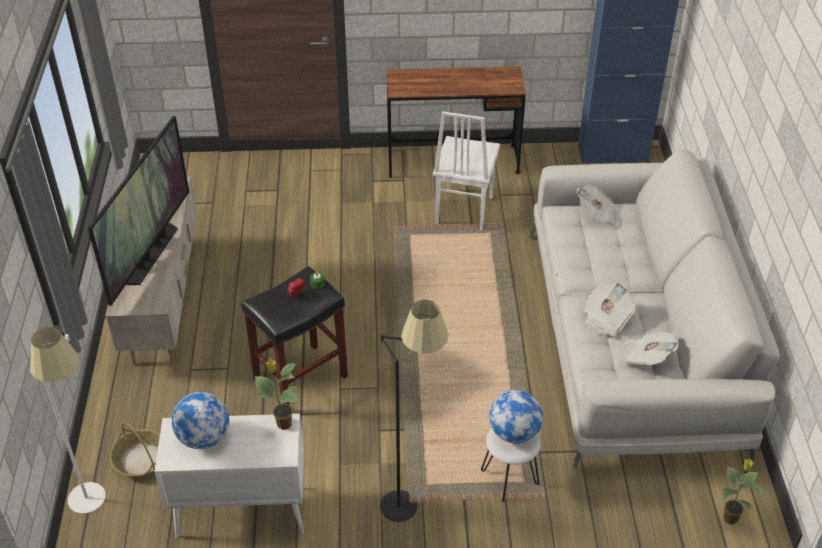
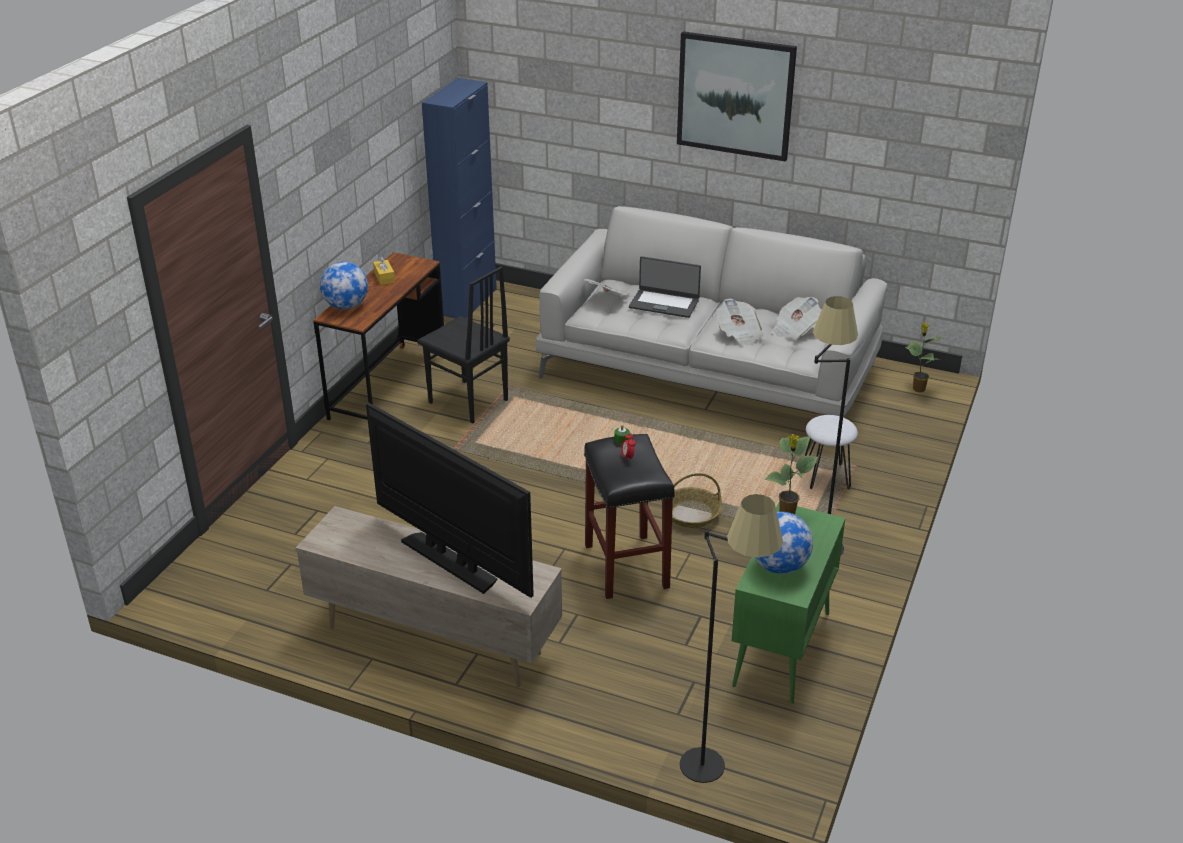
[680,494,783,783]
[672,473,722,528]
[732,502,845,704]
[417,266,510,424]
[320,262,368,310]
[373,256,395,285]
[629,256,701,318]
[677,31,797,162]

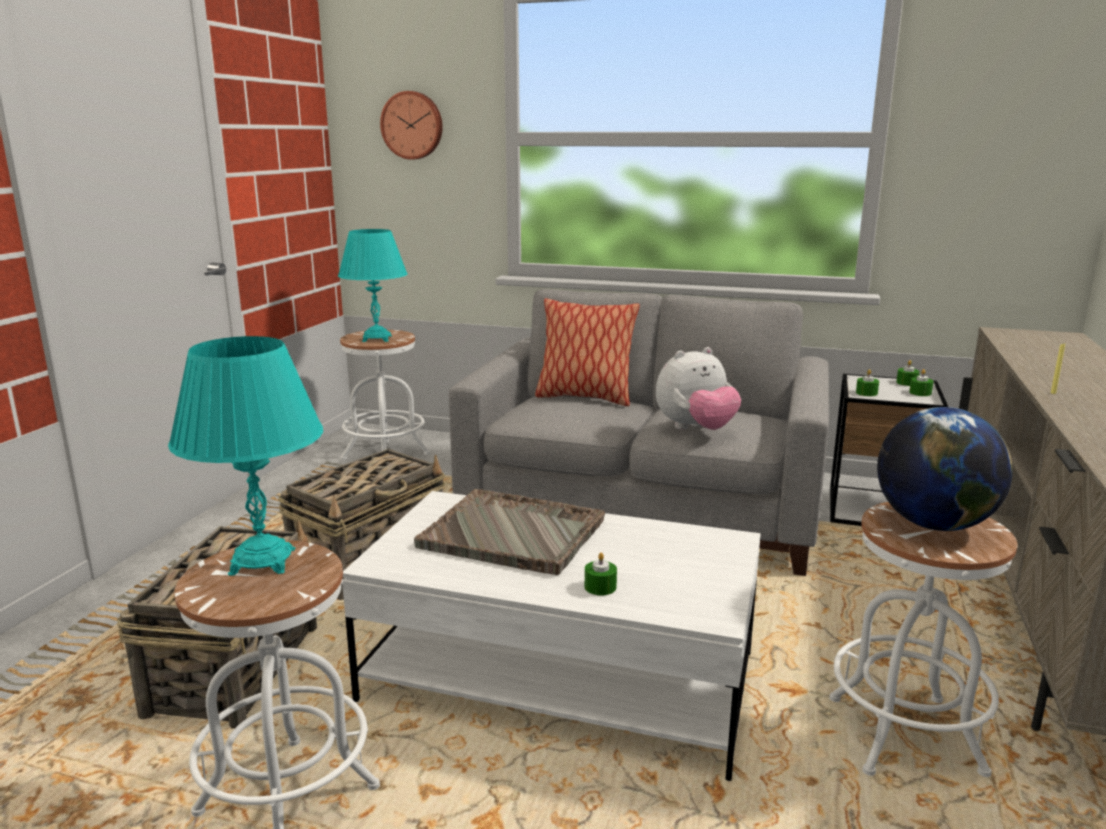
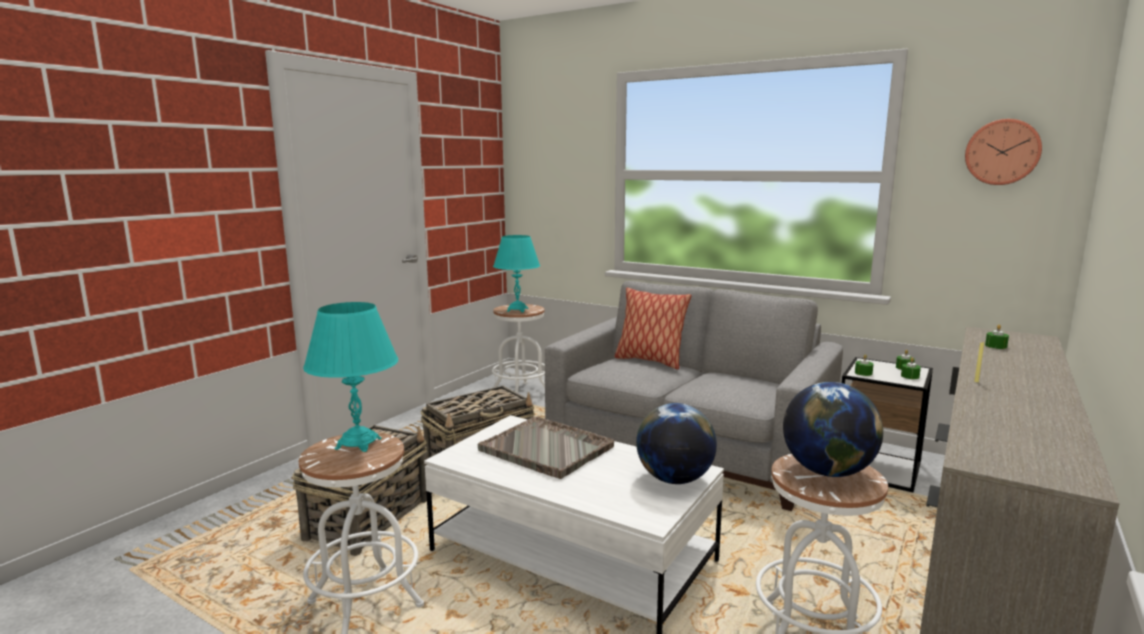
[965,119,1042,185]
[985,324,1009,349]
[656,347,741,430] (first image)
[636,403,717,484]

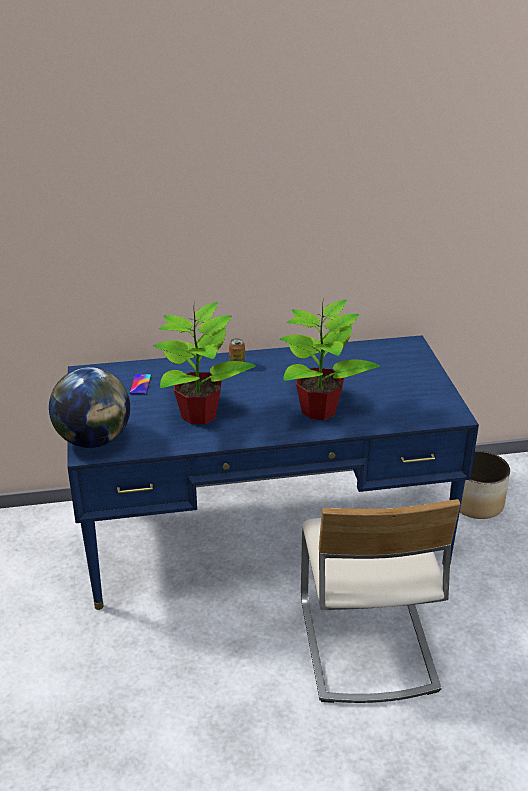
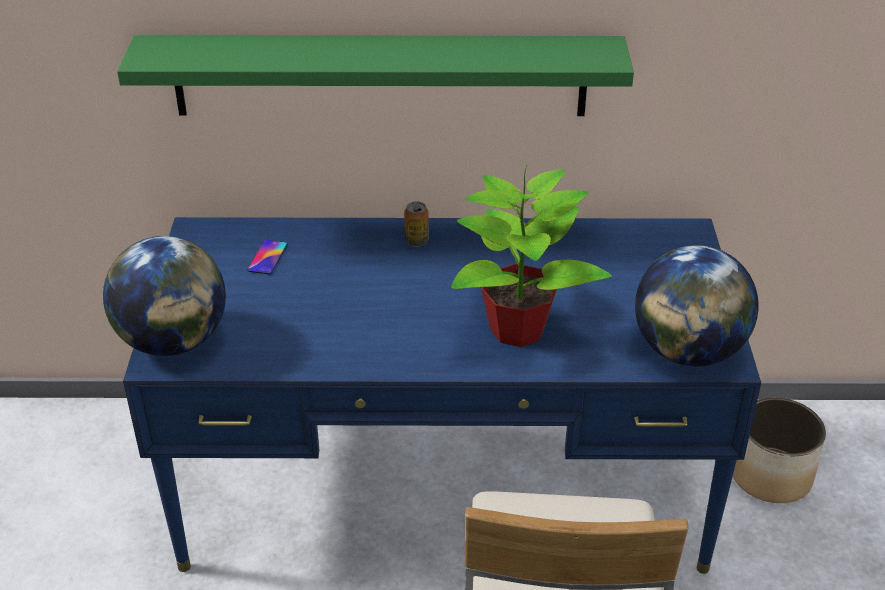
[153,302,256,424] (first image)
[117,35,634,116]
[635,245,758,366]

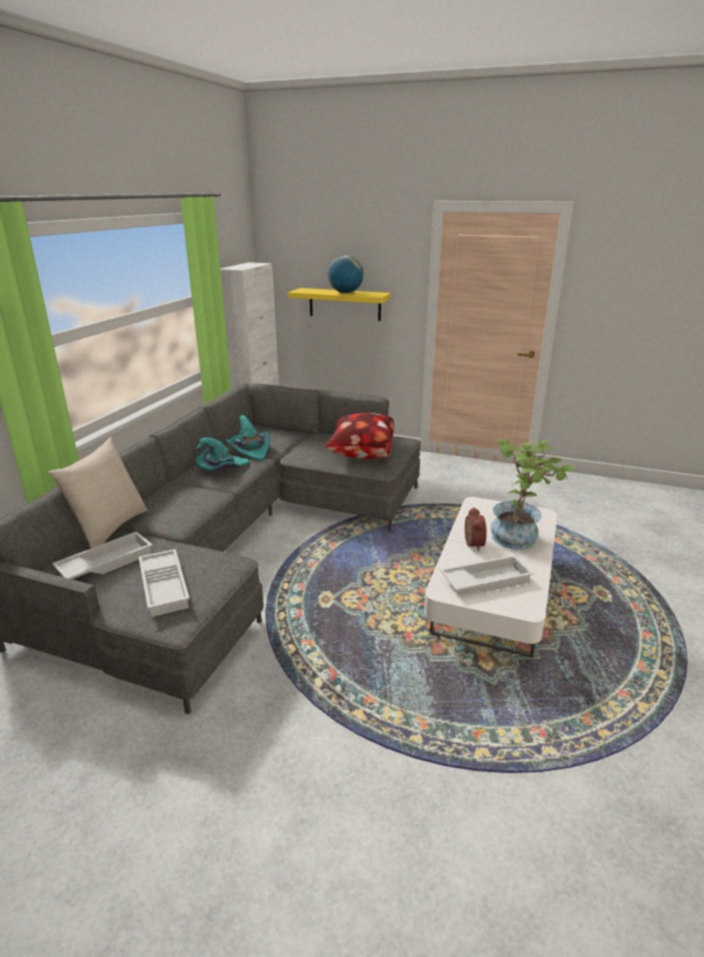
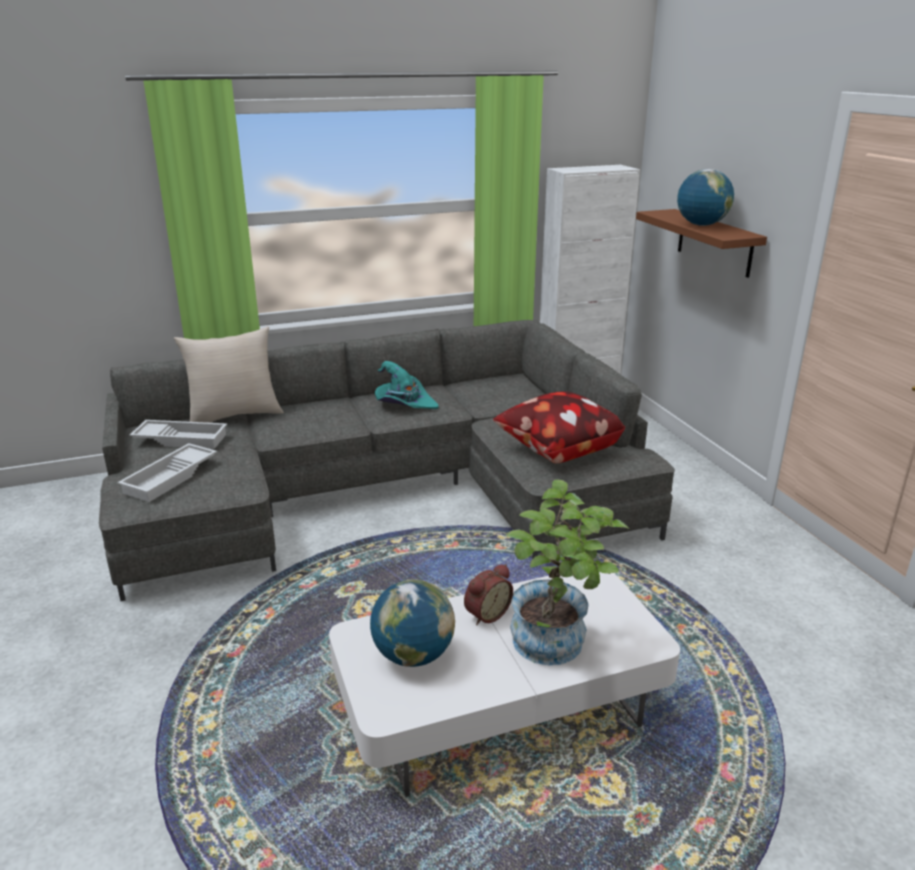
[226,415,270,460] (first image)
[636,209,767,278]
[370,579,455,667]

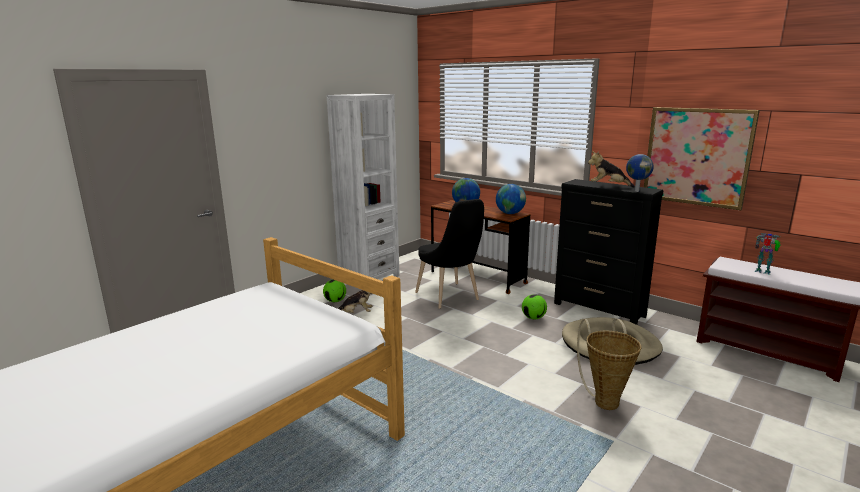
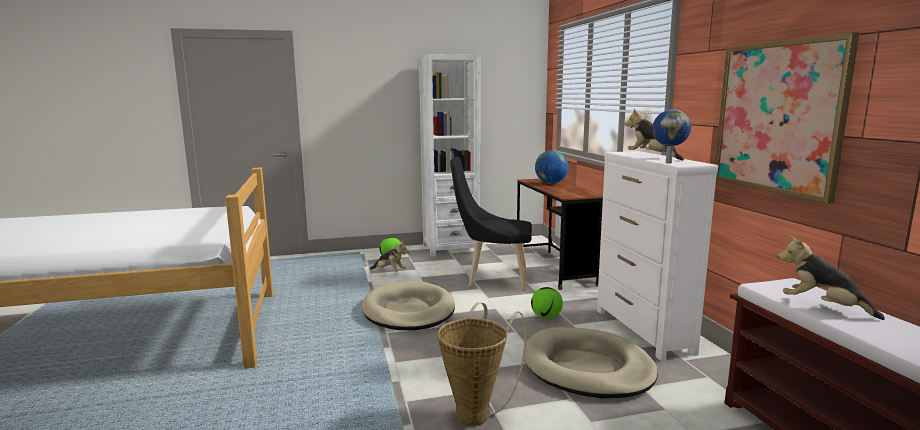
[450,156,532,290]
[496,184,526,214] (first image)
[597,151,718,361]
[778,235,885,320]
[362,281,455,330]

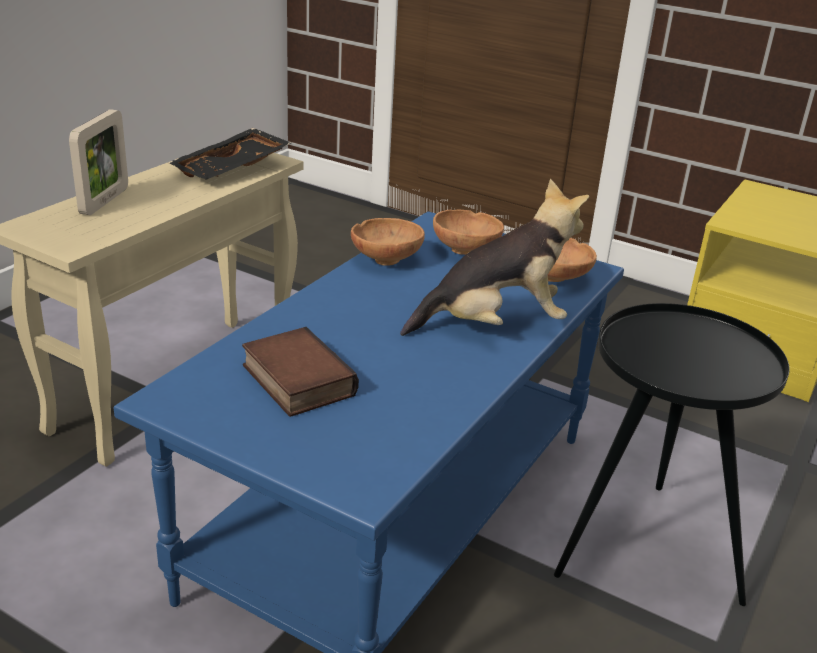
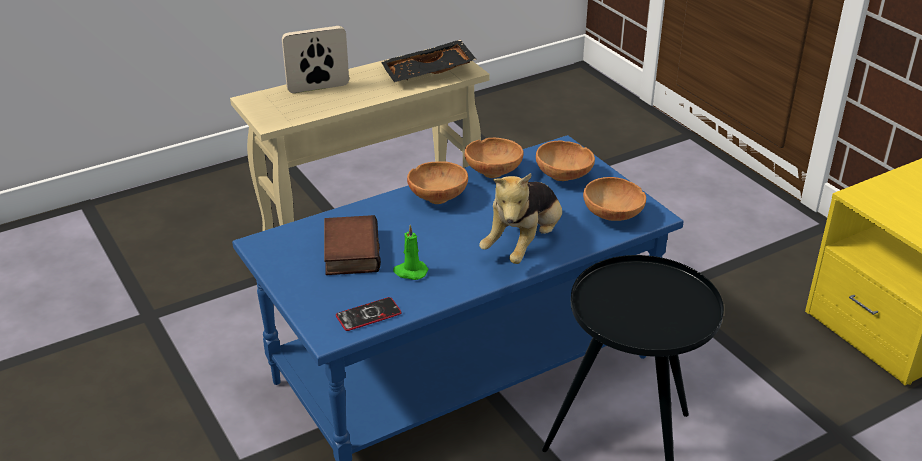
[282,26,349,93]
[479,173,562,264]
[336,297,402,331]
[393,225,428,280]
[407,161,468,204]

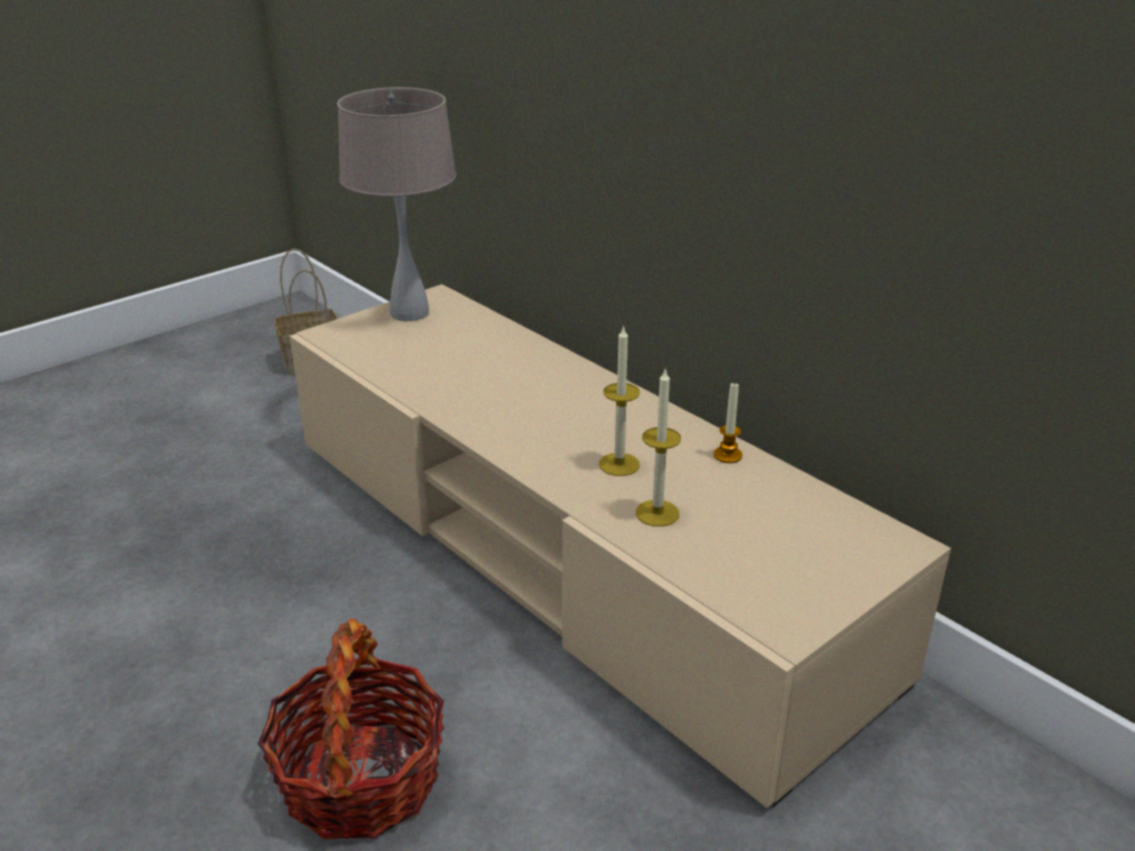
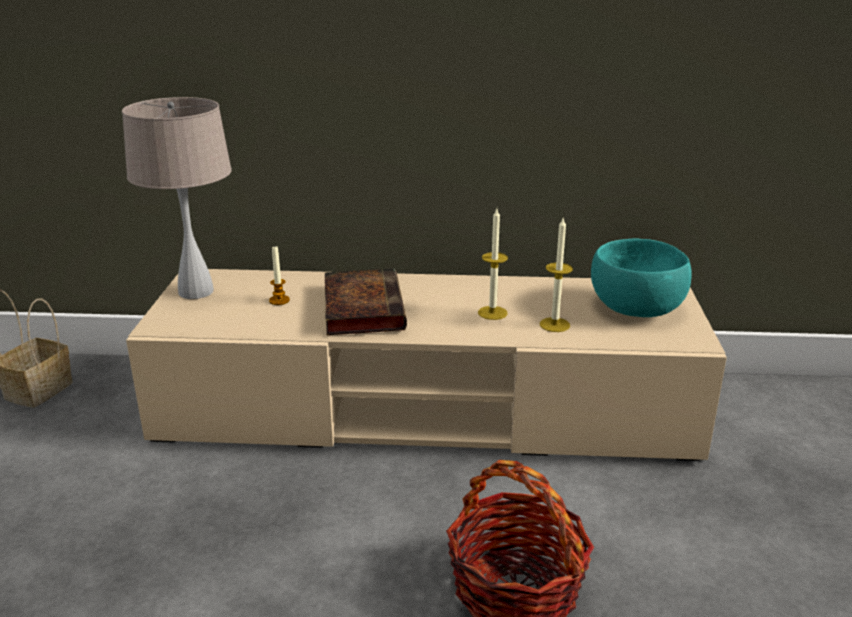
[269,245,290,305]
[325,268,407,335]
[591,239,691,317]

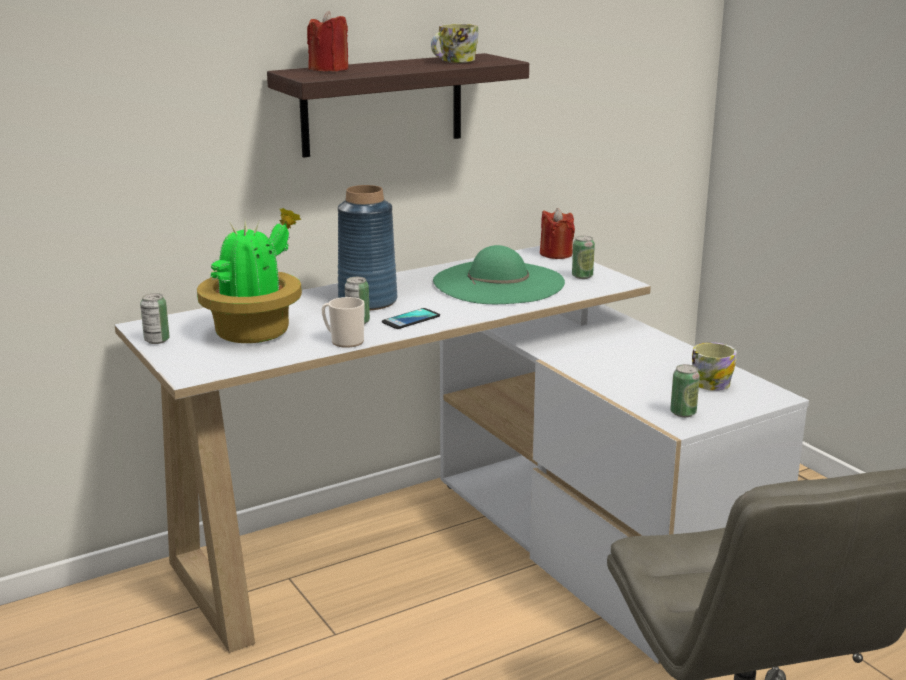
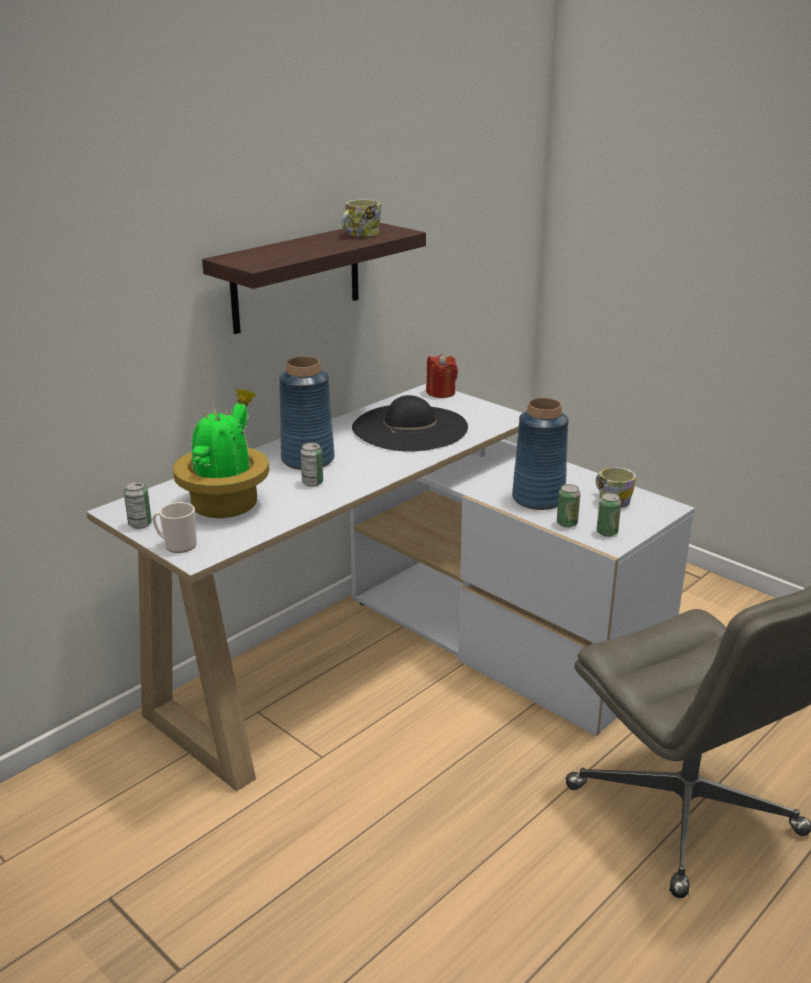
[307,11,349,71] (first image)
[152,502,197,553]
[382,308,440,329] (first image)
[352,395,468,452]
[557,484,580,528]
[512,398,569,510]

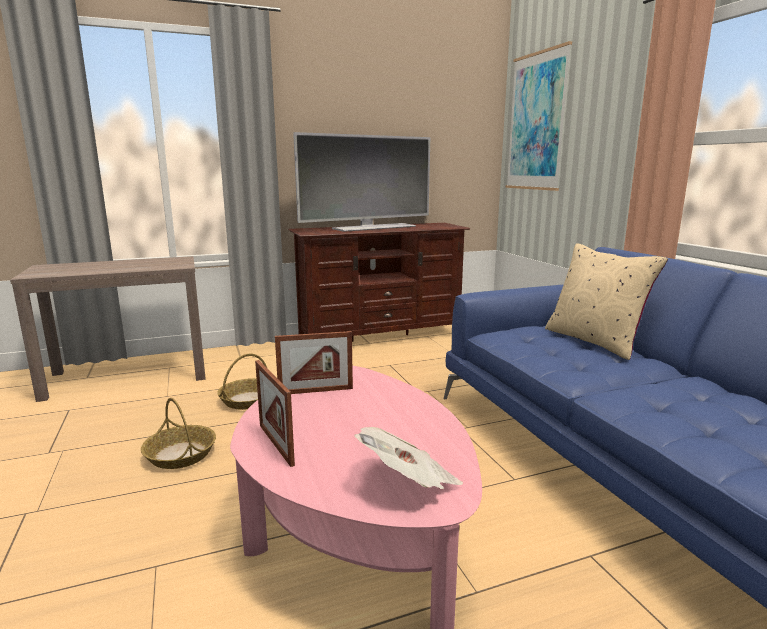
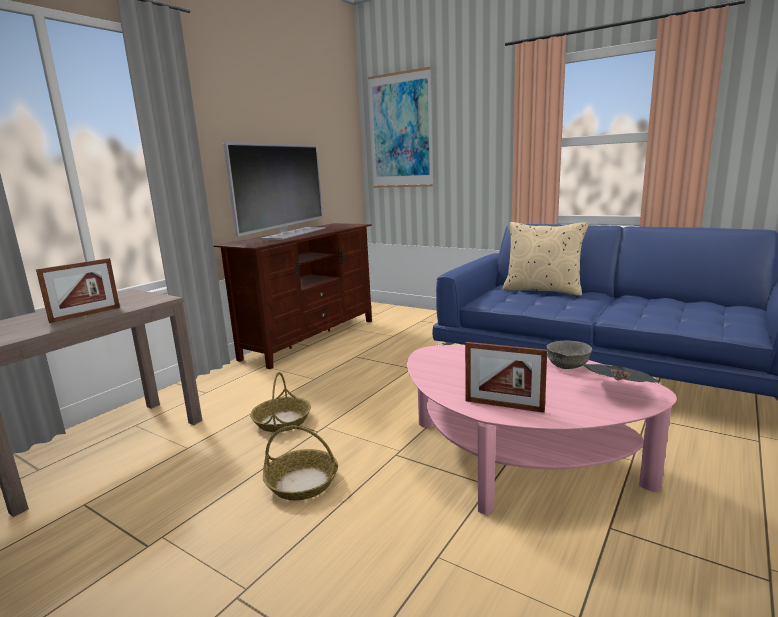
[36,258,120,323]
[547,341,592,369]

